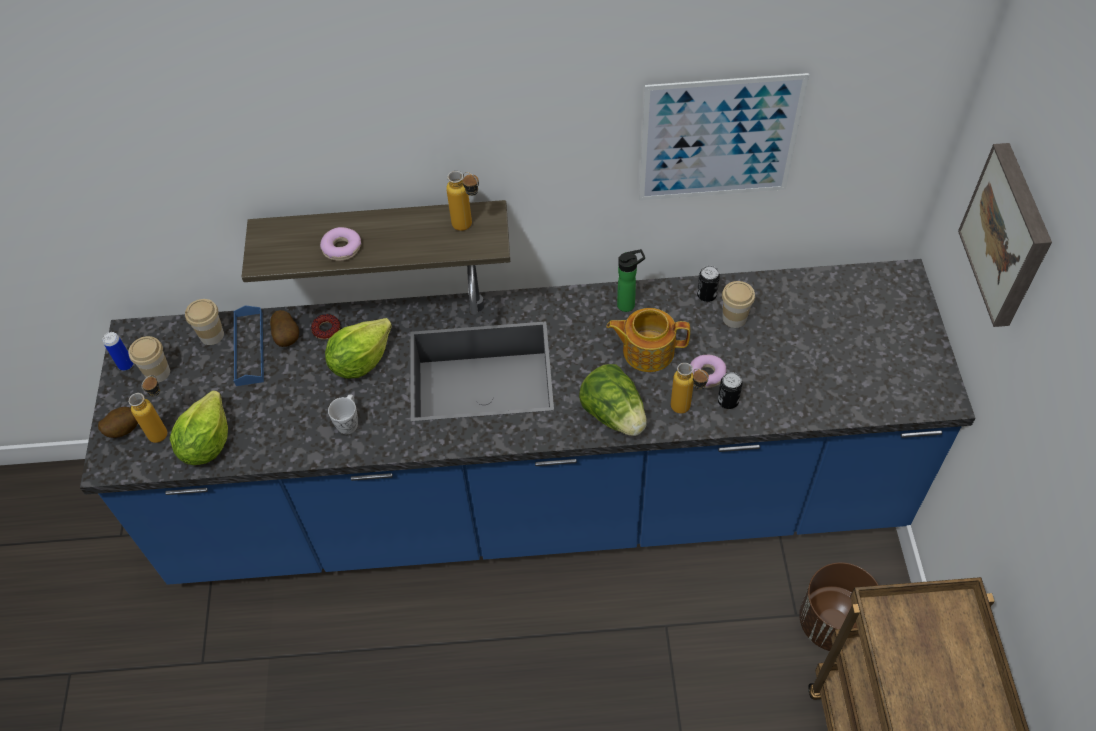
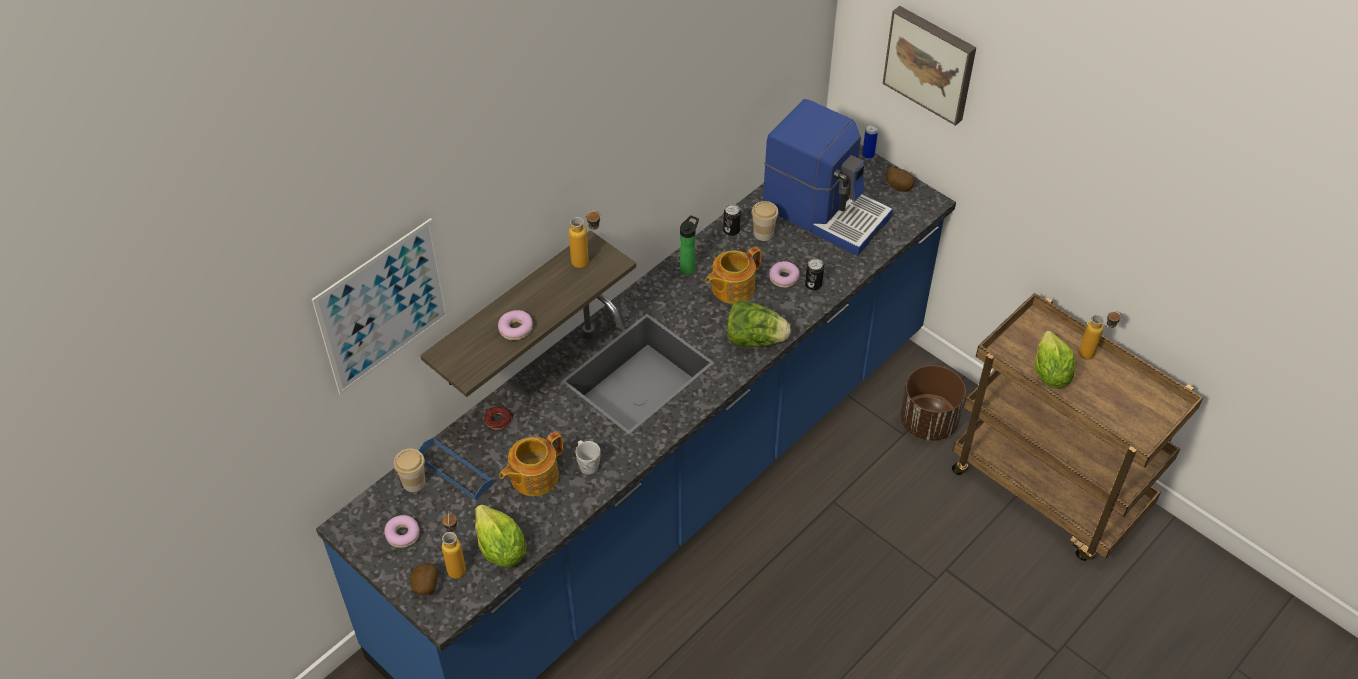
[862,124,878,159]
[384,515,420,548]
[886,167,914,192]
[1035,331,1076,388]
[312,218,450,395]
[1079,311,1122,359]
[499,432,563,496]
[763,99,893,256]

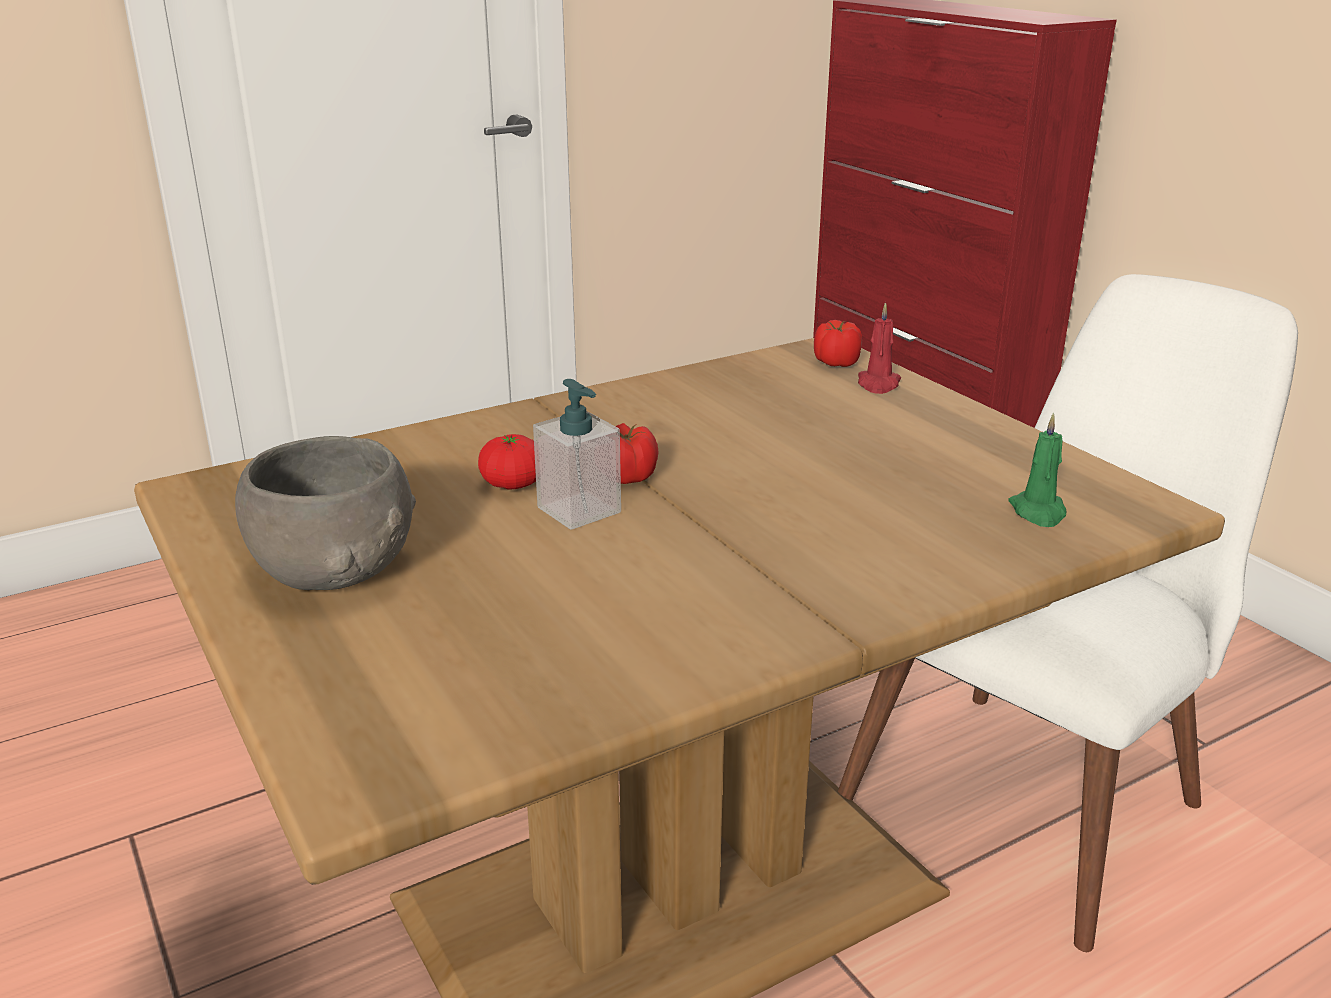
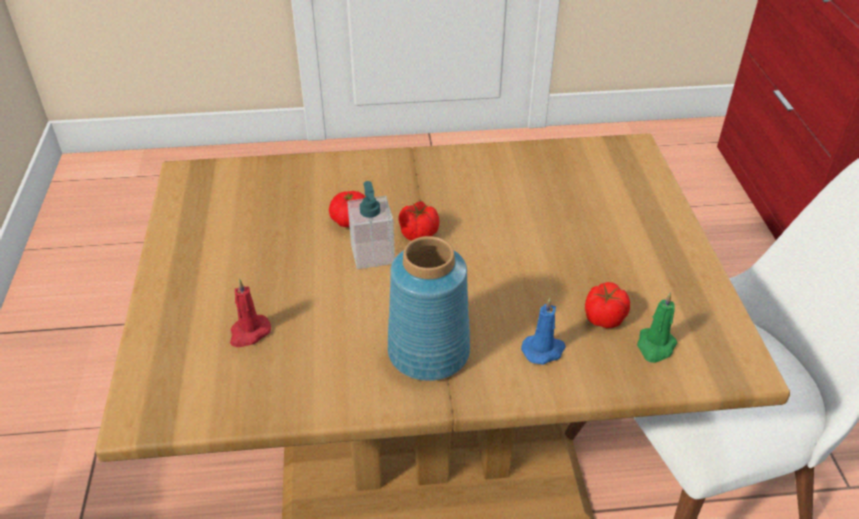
[235,436,416,590] (first image)
[585,282,630,328]
[230,279,271,347]
[388,236,470,381]
[521,298,566,365]

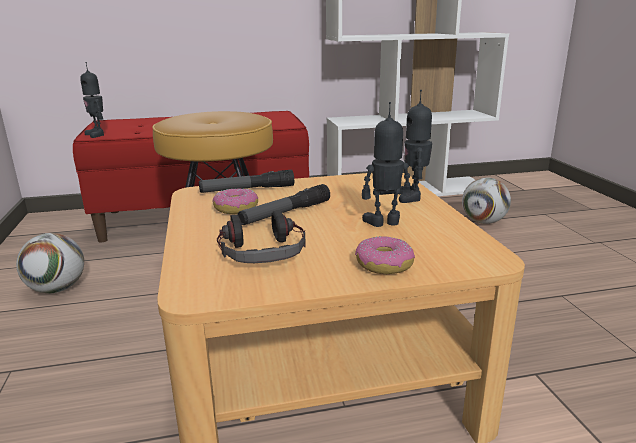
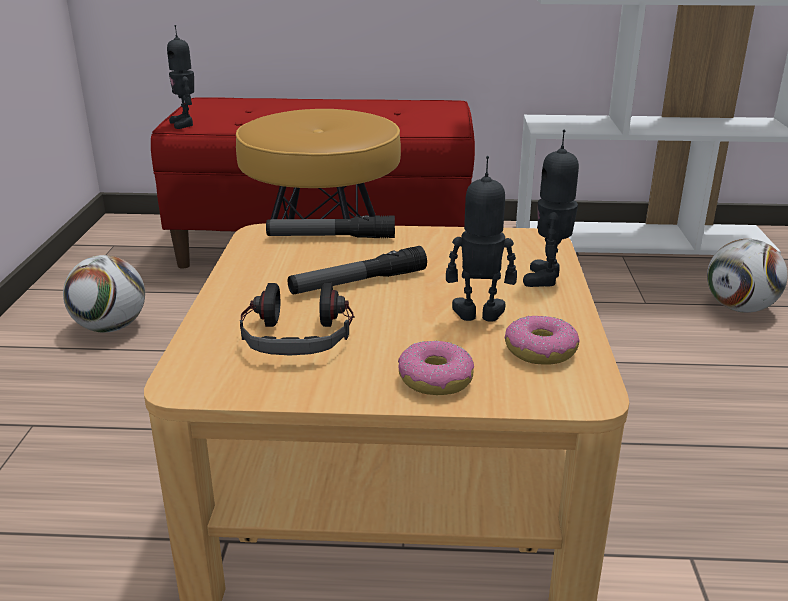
[505,315,580,365]

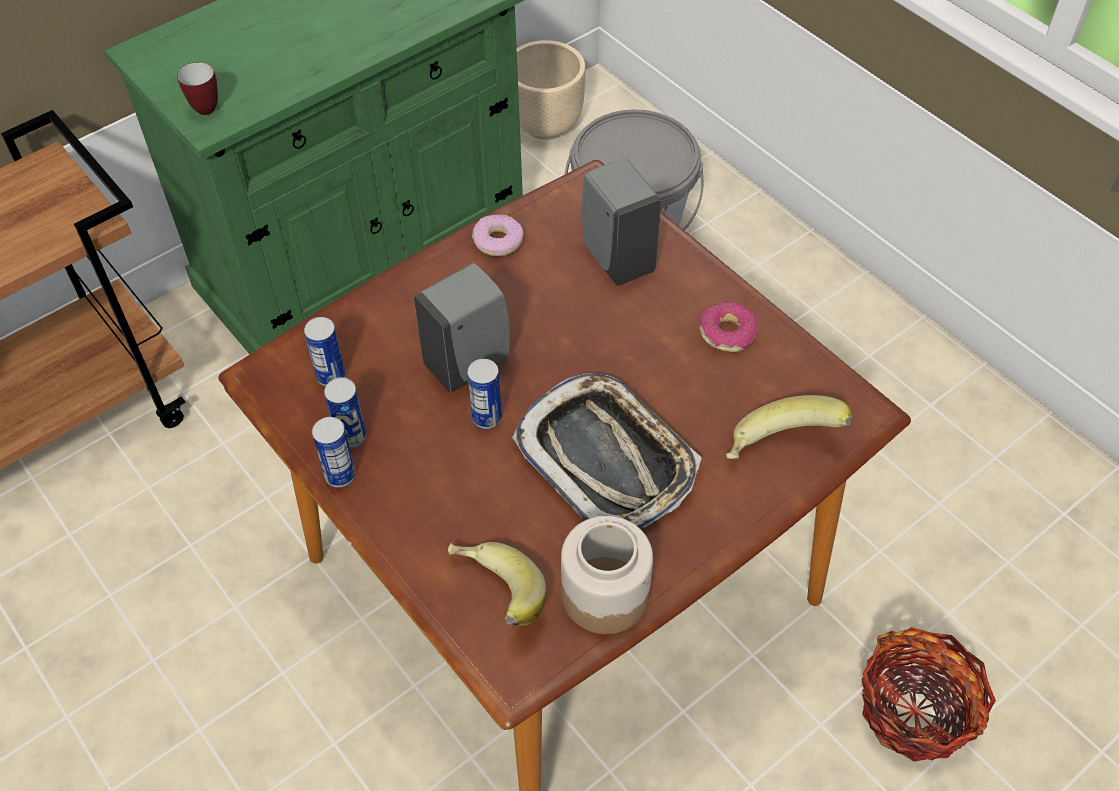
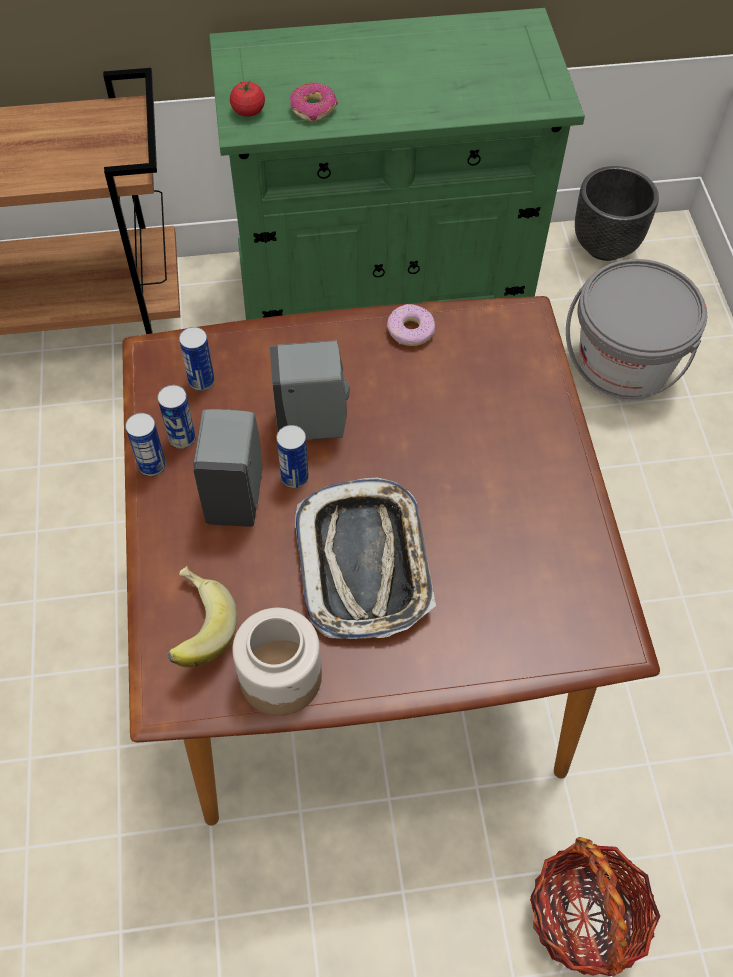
[230,81,265,117]
[575,166,659,261]
[193,409,262,527]
[290,82,338,122]
[726,395,853,459] (first image)

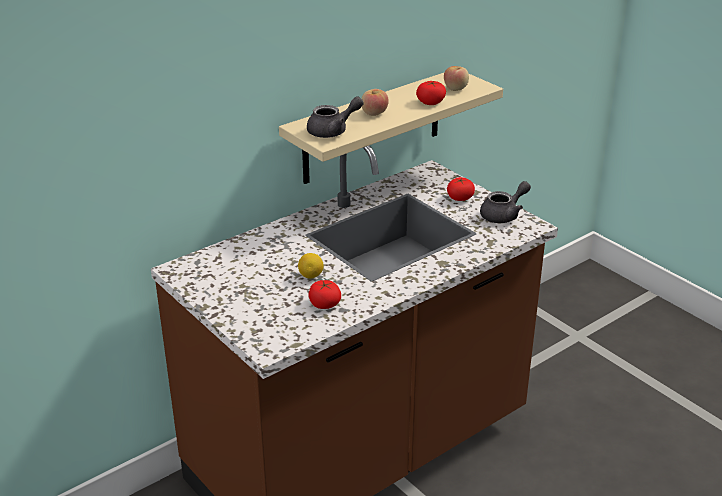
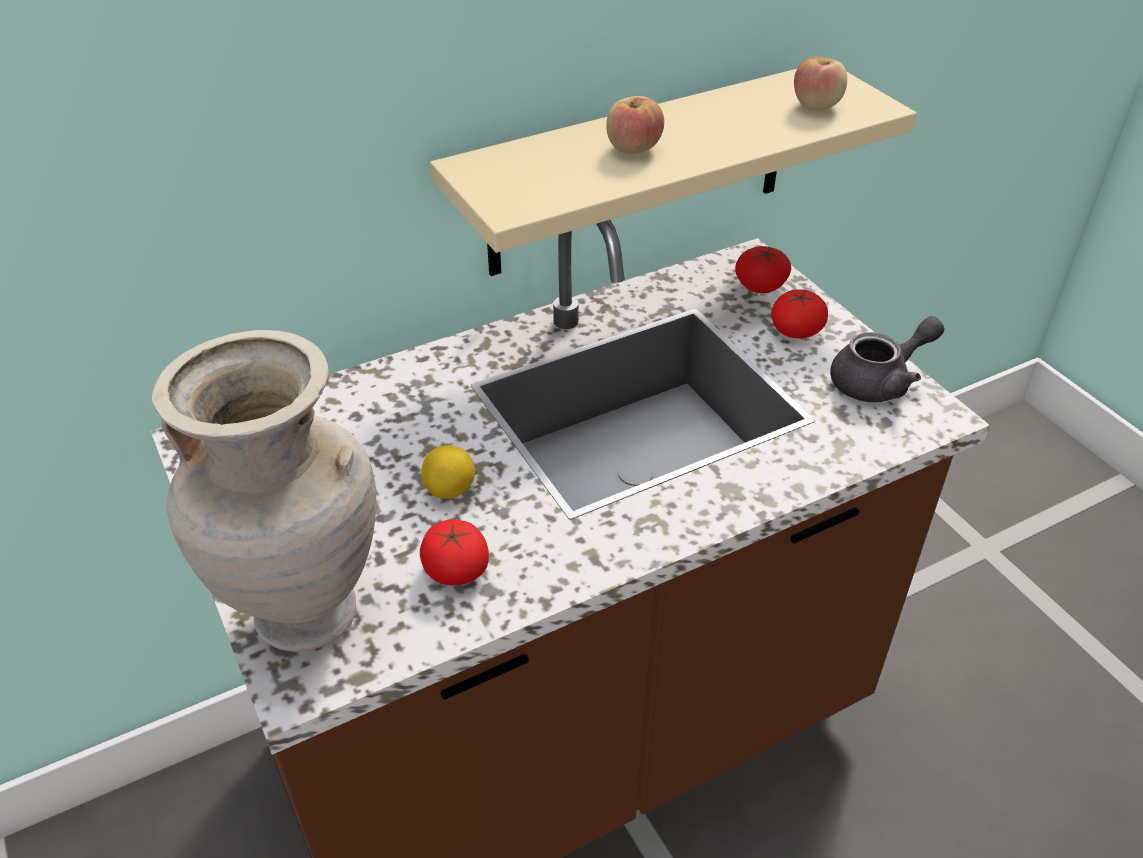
[307,96,364,138] (first image)
[735,246,791,293]
[152,330,376,652]

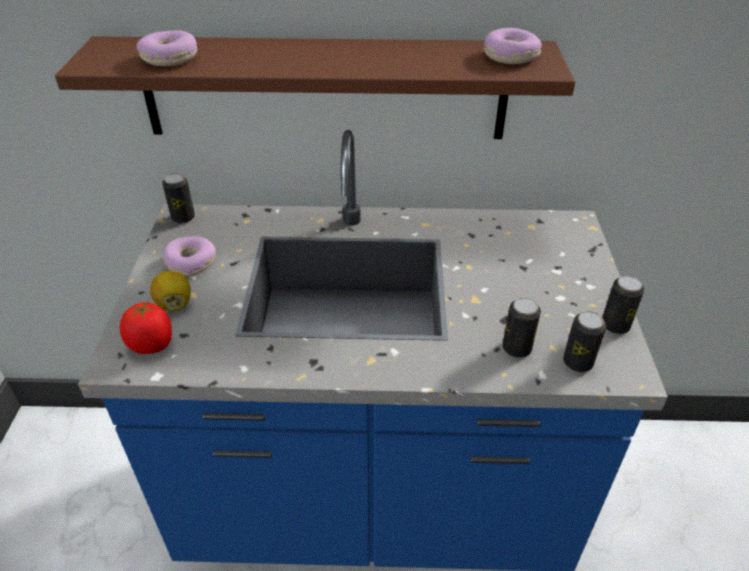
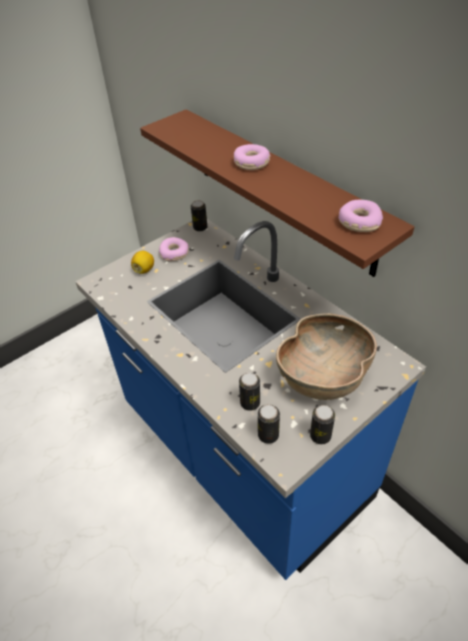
[120,301,172,354] (first image)
[234,144,271,170]
[276,313,377,400]

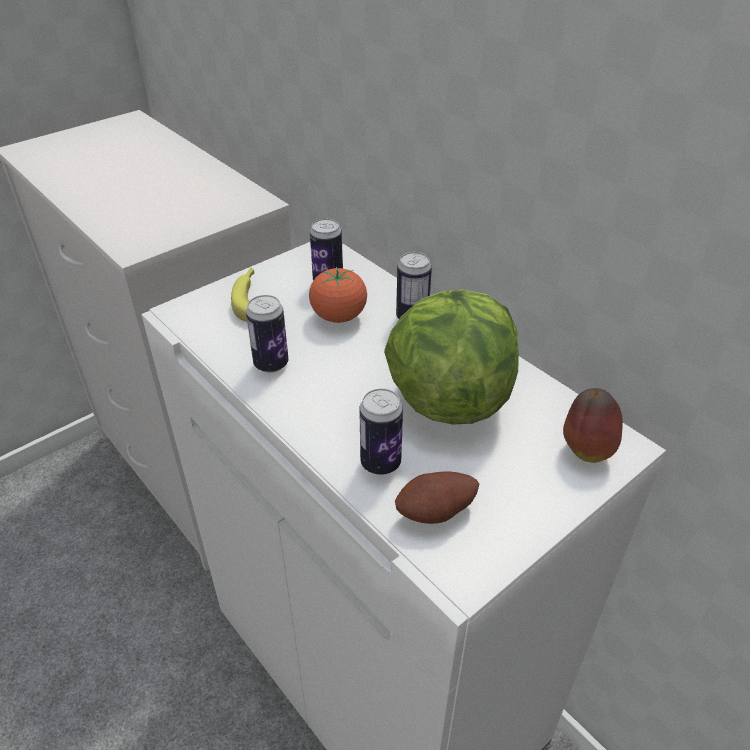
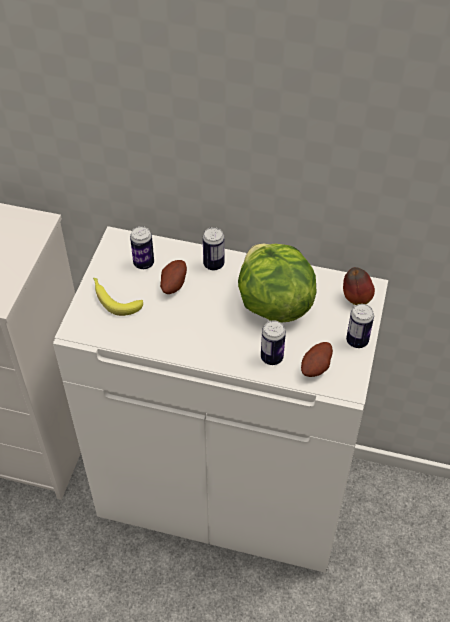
[346,304,374,348]
[160,260,187,294]

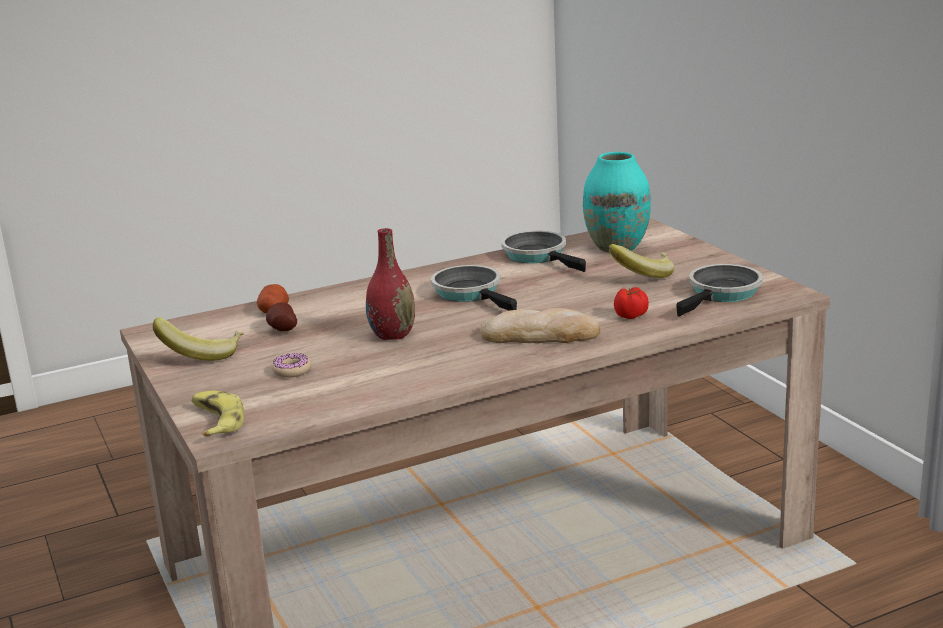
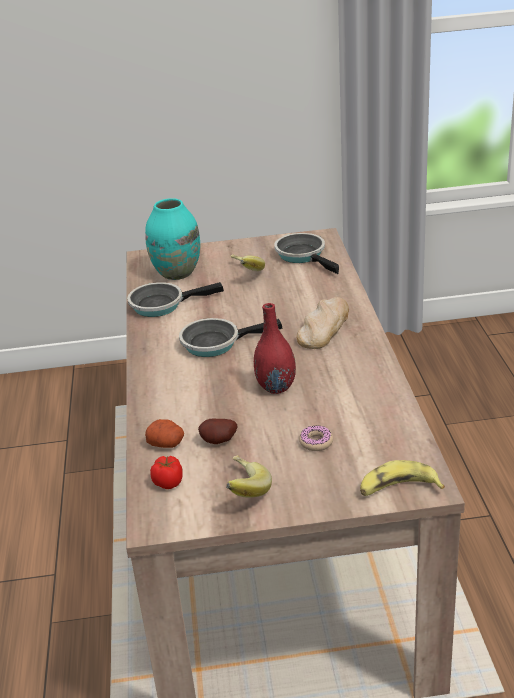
[150,456,183,489]

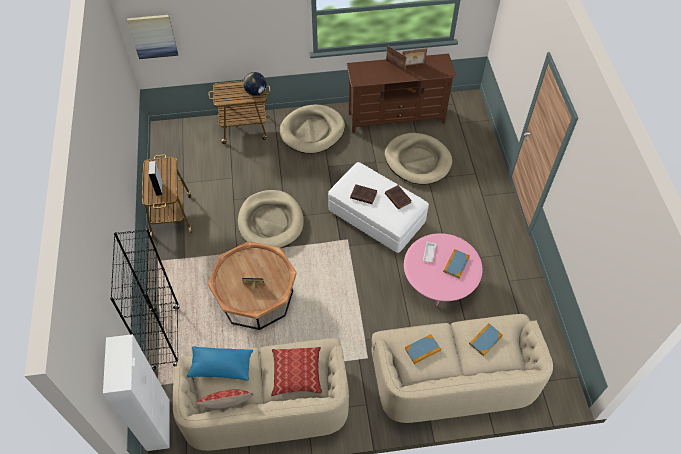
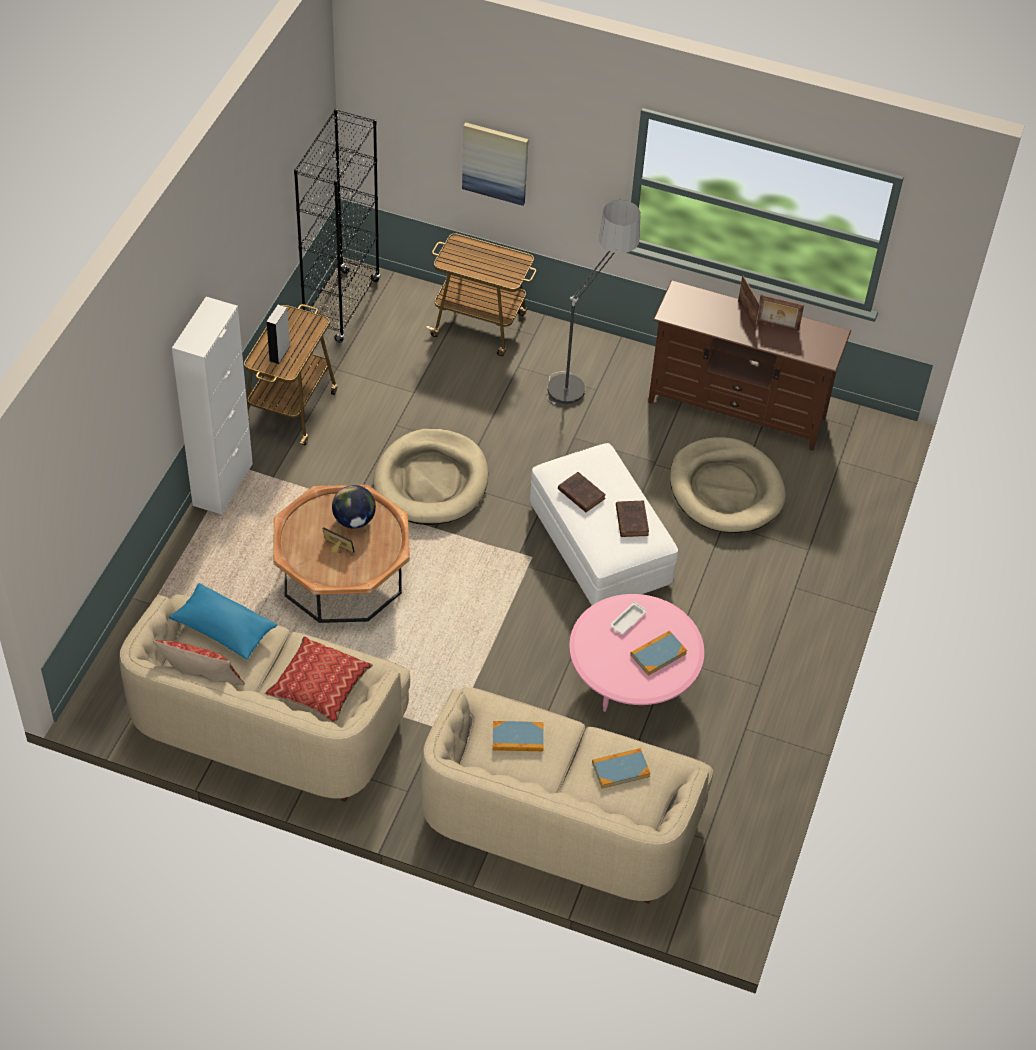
[172,297,253,514]
[294,108,380,342]
[462,122,528,206]
[332,485,376,529]
[547,200,641,405]

